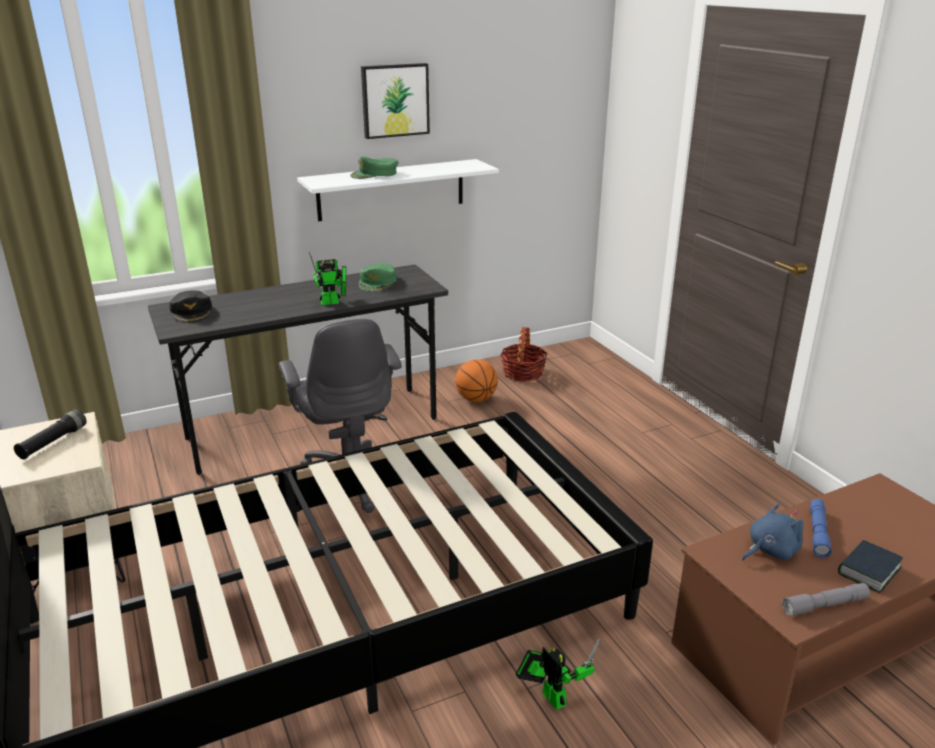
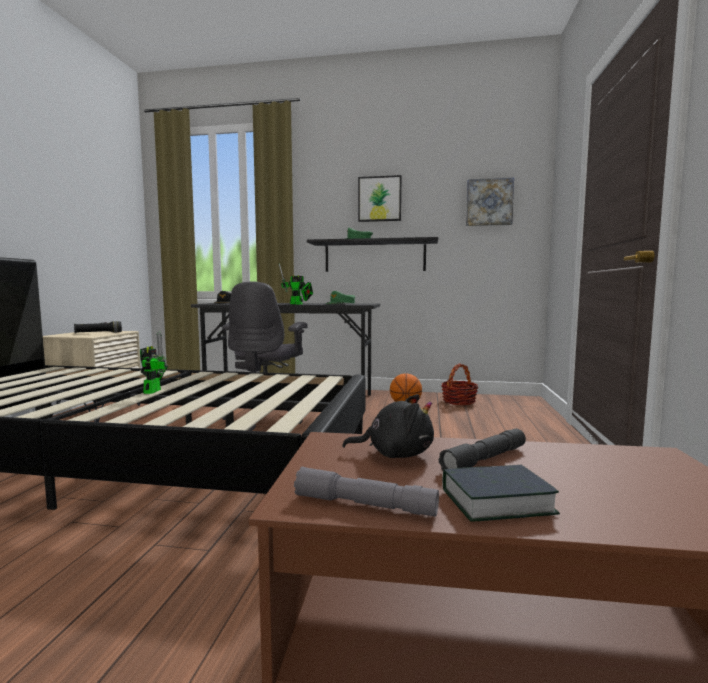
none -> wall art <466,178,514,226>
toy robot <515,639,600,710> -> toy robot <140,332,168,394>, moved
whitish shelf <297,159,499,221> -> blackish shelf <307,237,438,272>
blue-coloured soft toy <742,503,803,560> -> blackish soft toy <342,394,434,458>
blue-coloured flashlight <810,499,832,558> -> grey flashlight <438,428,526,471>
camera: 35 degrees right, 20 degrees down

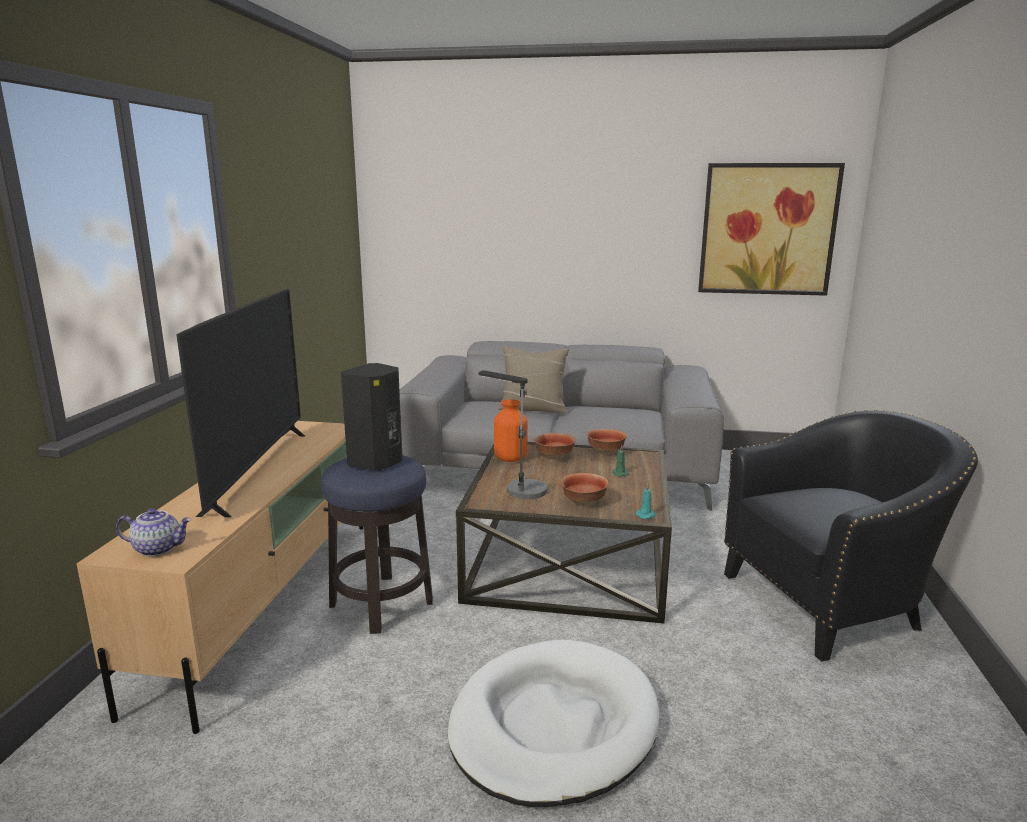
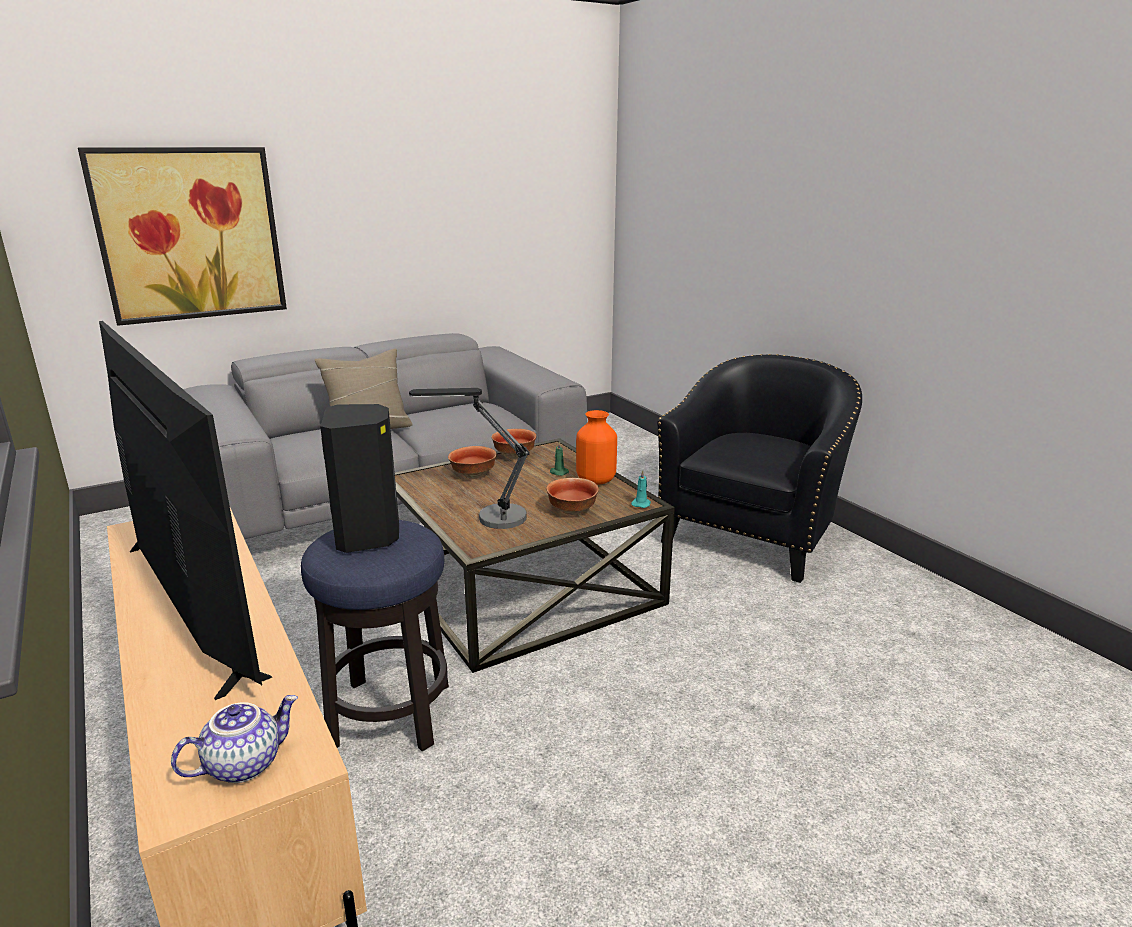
whitish dog cushion <448,640,659,807> -> none
orange flower vase <494,399,528,462> -> orange flower vase <576,410,617,485>, moved
wall art <698,163,845,296> -> wall art <78,147,287,326>, moved
camera: 40 degrees left, 5 degrees up

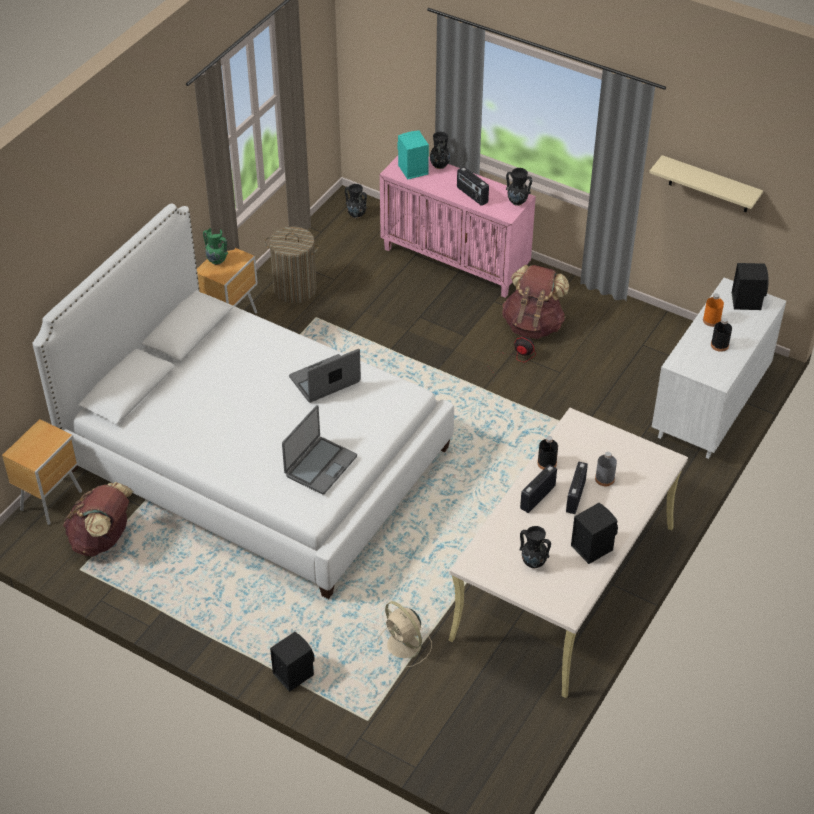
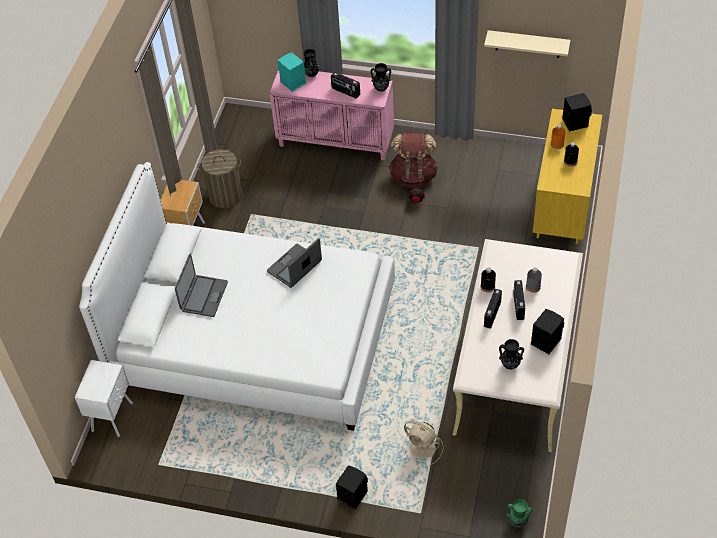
brown-coloured backpack <63,482,133,557> -> none
blackish flower vase <345,184,367,218> -> none
green flower vase <203,228,228,265> -> green flower vase <507,499,533,527>, moved
portable computer <282,405,357,495> -> portable computer <175,254,228,317>, moved
brown-coloured night table <2,419,82,525> -> whitish night table <74,360,133,437>
whitish drawer chest <652,278,786,459> -> yellowish drawer chest <533,109,602,244>
camera: 15 degrees left, 5 degrees up

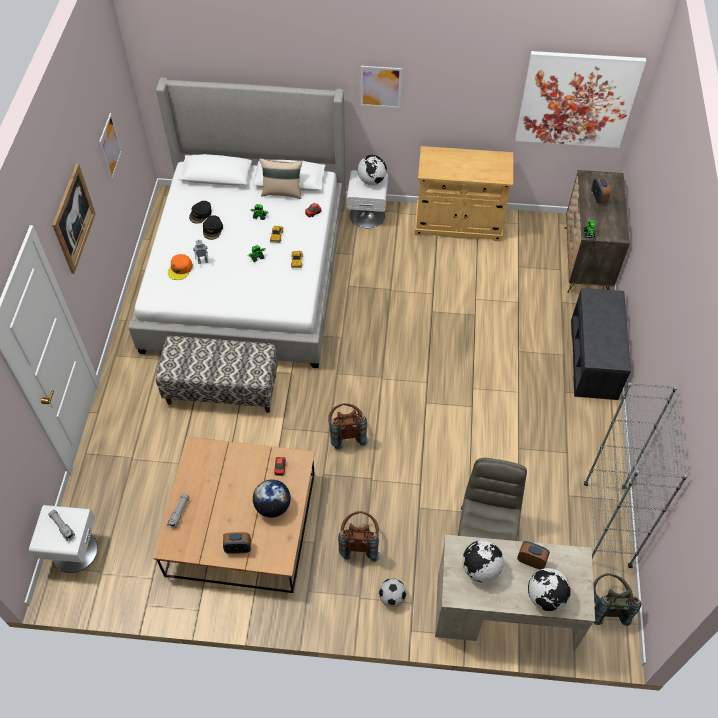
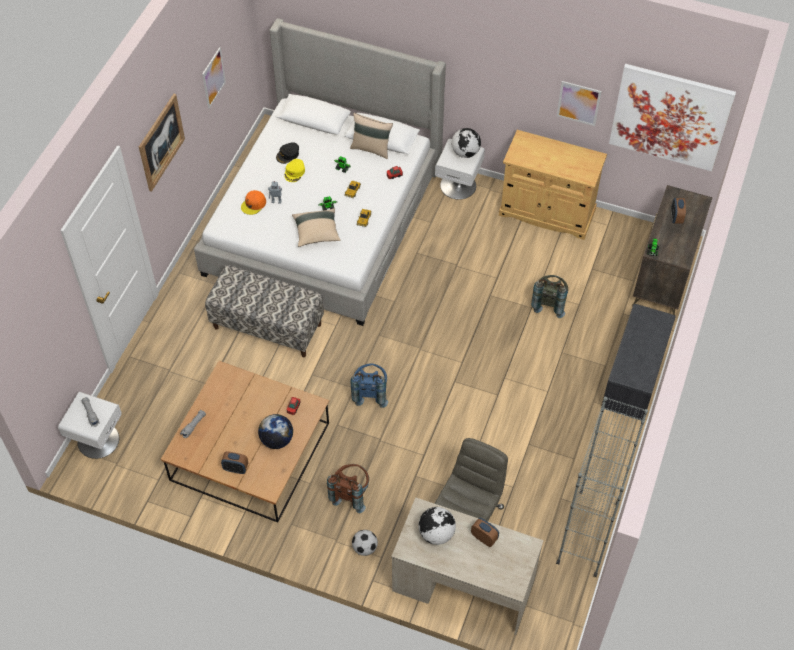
desk globe <528,568,571,611> -> none
none -> beige throw pillow <292,208,341,247>
wall art <361,66,402,108> -> wall art <557,81,602,126>, moved
grey backpack <593,573,641,626> -> grey backpack <531,275,568,318>, moved
blackish baseball cap <203,215,223,240> -> yellowish baseball cap <284,159,305,182>
brown-coloured backpack <328,403,369,450> -> blue-coloured backpack <351,364,388,408>
camera: 15 degrees right, 0 degrees up

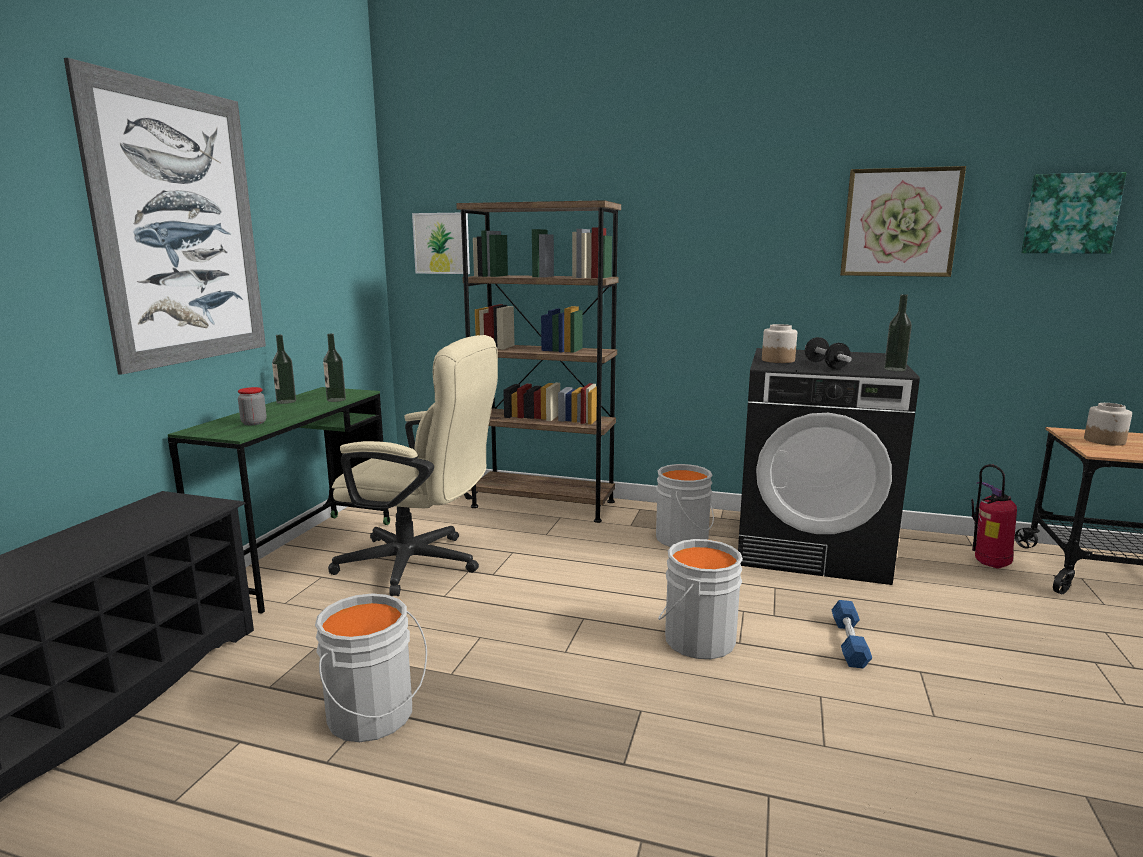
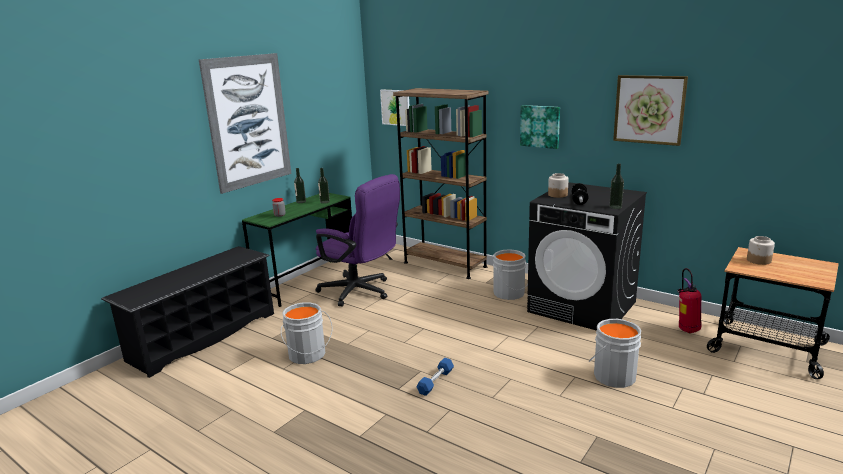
grey pail <658,539,743,659> -> grey pail <589,319,641,388>, moved
blue-coloured hand weight <832,600,872,669> -> blue-coloured hand weight <416,358,454,396>, moved
wall art <1021,172,1126,254> -> wall art <520,105,560,149>, moved
beige desk chair <328,335,498,596> -> purplish desk chair <315,174,400,307>
camera: 20 degrees right, 5 degrees up

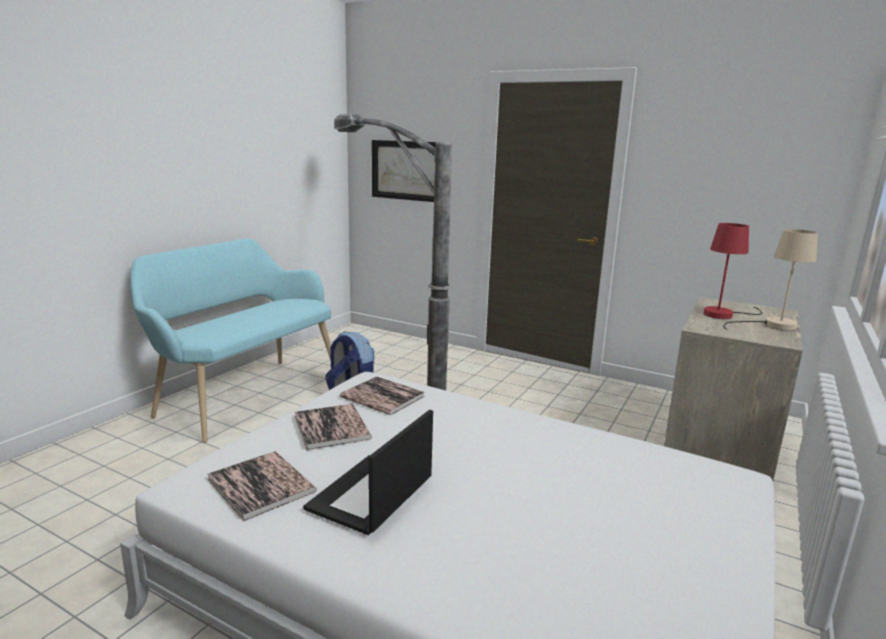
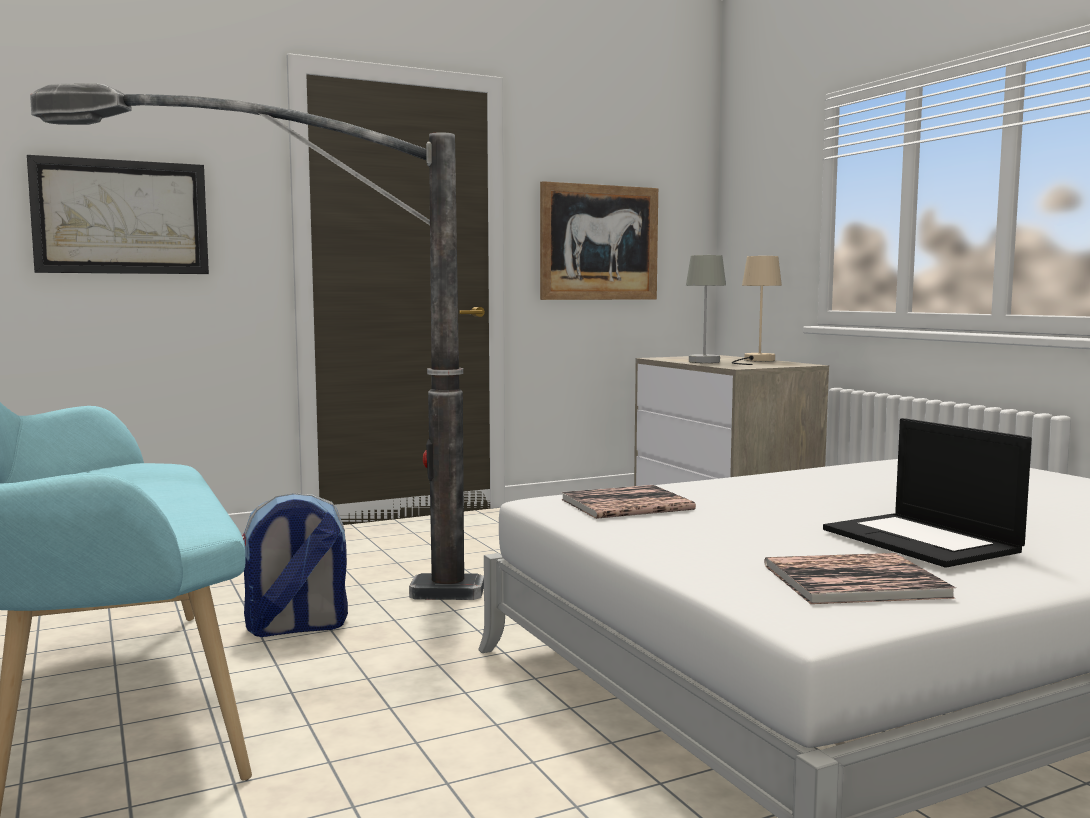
volume <295,404,372,450> -> none
none -> wall art <540,181,658,300>
red tabletop lamp <703,223,762,319> -> grey tabletop lamp <686,255,726,363>
camera: 55 degrees left, 10 degrees down

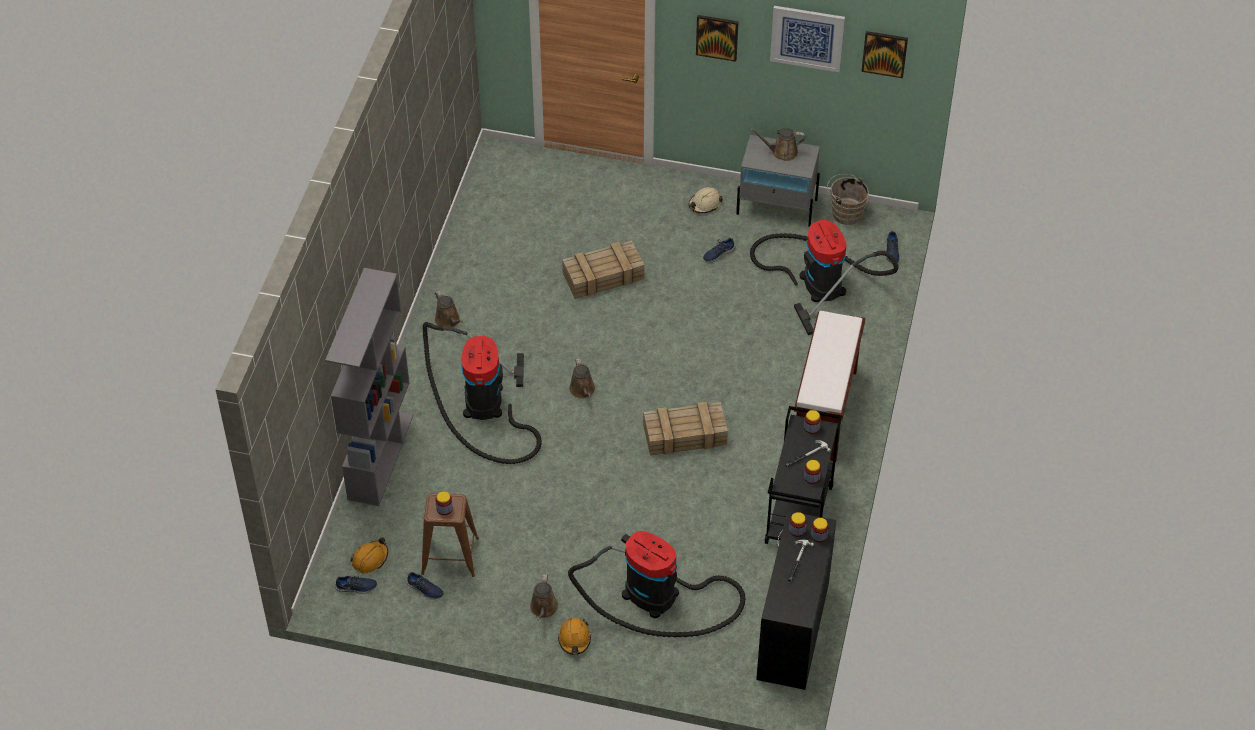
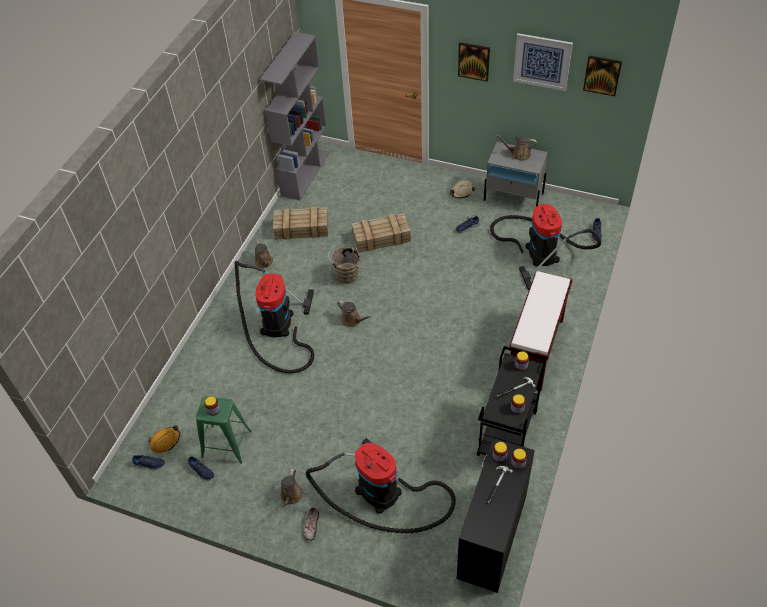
grey shelving unit <325,268,413,506> -> grey shelving unit <260,32,329,200>, moved
packing crate <644,402,728,455> -> packing crate <273,207,328,240>, moved
brown-coloured pail <827,174,869,225> -> brown-coloured pail <328,244,360,284>, moved
orange safety helmet <558,618,591,655> -> low shoe <303,507,319,541>
brown-coloured stool seat <421,493,479,577> -> green stool seat <196,396,252,464>
brown-coloured sprinkling can <569,358,595,399> -> brown-coloured sprinkling can <337,300,371,327>, 45 degrees counterclockwise
camera: 10 degrees right, 0 degrees up

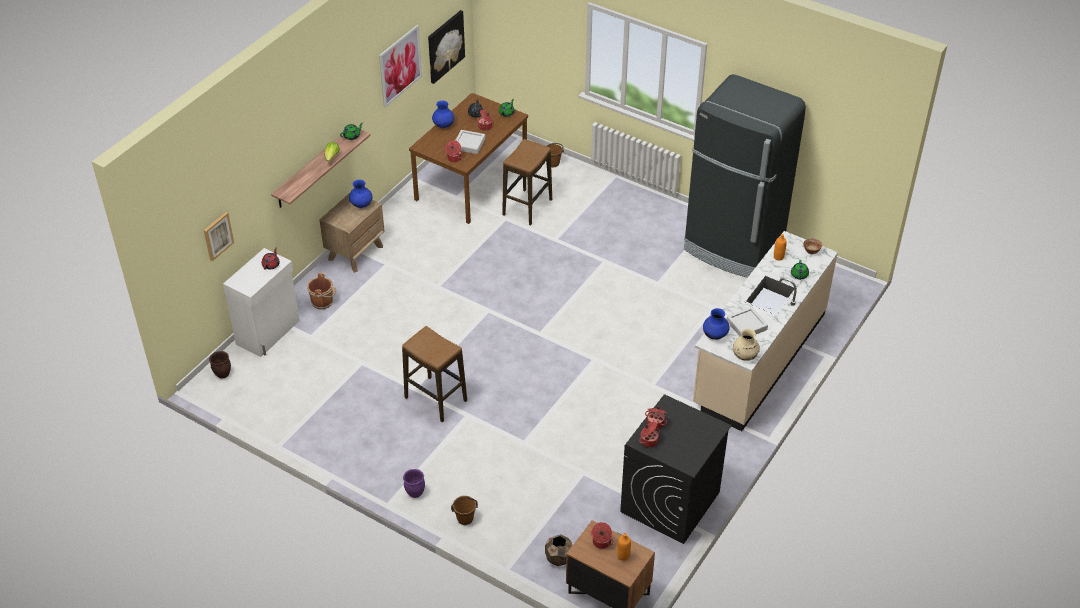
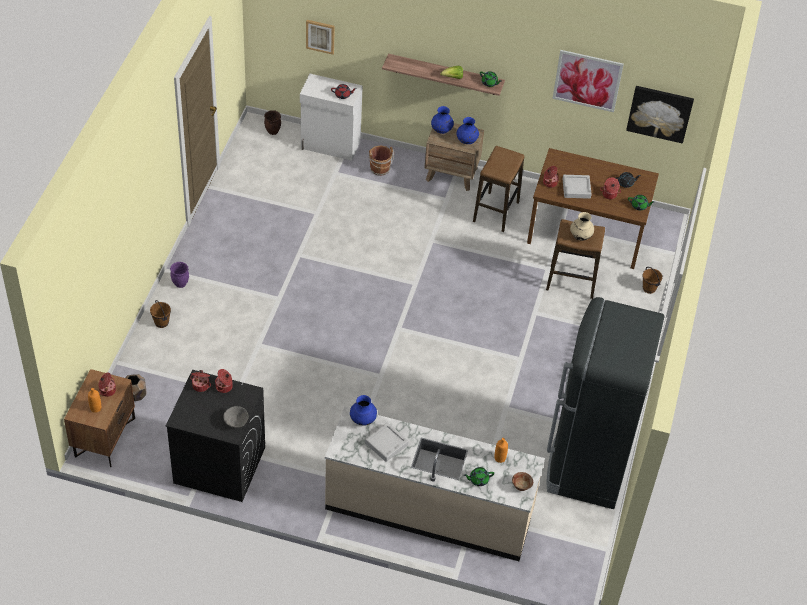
none -> grey serving bowl <223,406,249,428>
stool seat <402,326,467,422> -> stool seat <473,146,525,232>, moved
blue-coloured flower vase <432,101,454,128> -> blue-coloured flower vase <431,106,454,134>, moved
beige flower vase <733,329,760,361> -> beige flower vase <570,212,594,241>, moved
camera: 70 degrees right, 5 degrees up

